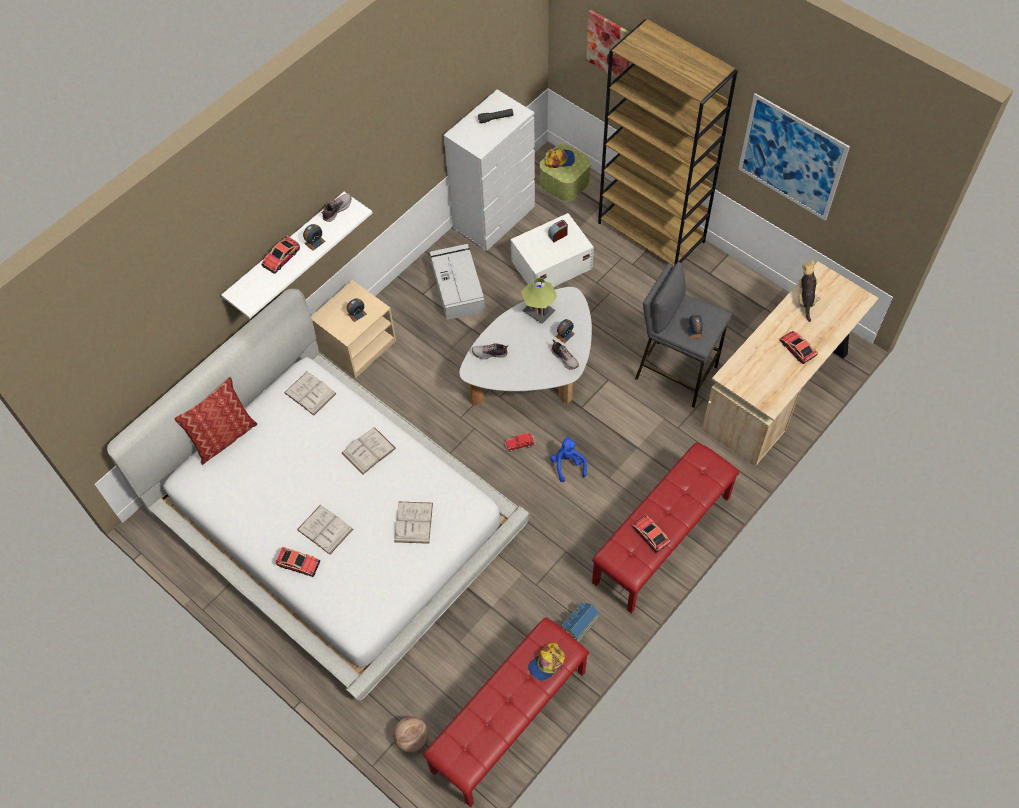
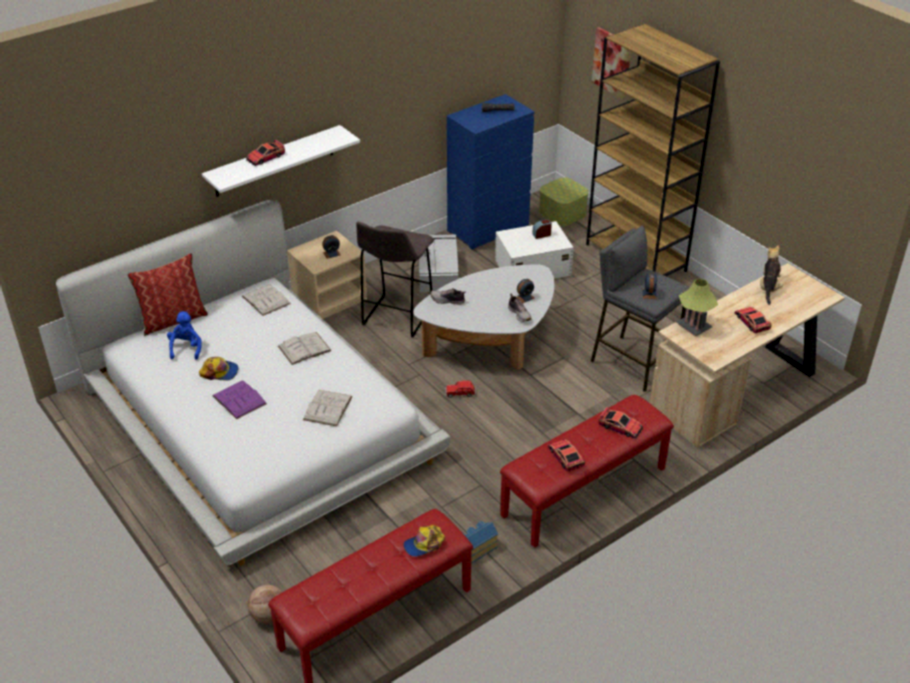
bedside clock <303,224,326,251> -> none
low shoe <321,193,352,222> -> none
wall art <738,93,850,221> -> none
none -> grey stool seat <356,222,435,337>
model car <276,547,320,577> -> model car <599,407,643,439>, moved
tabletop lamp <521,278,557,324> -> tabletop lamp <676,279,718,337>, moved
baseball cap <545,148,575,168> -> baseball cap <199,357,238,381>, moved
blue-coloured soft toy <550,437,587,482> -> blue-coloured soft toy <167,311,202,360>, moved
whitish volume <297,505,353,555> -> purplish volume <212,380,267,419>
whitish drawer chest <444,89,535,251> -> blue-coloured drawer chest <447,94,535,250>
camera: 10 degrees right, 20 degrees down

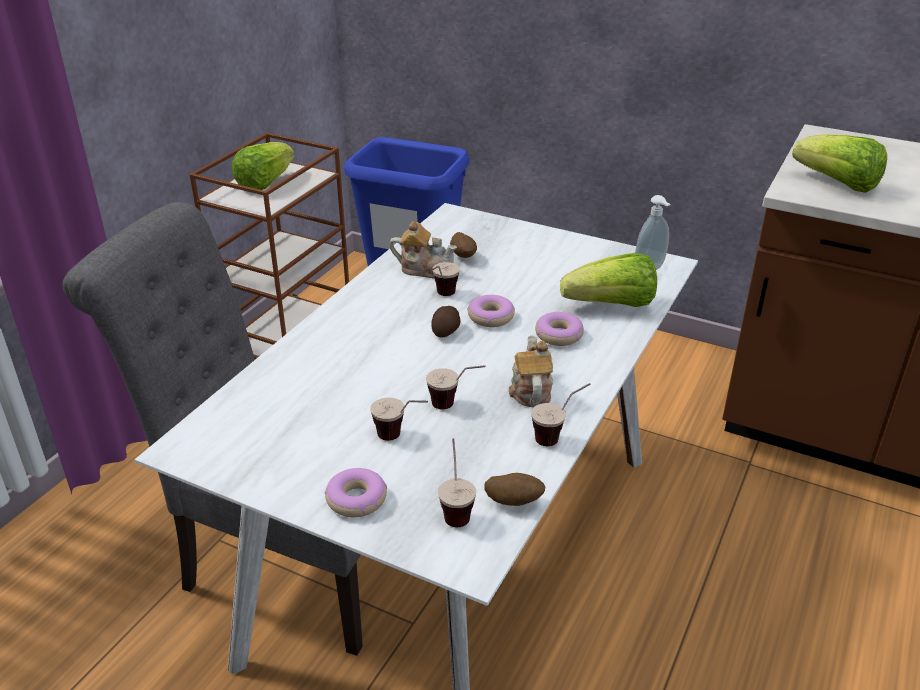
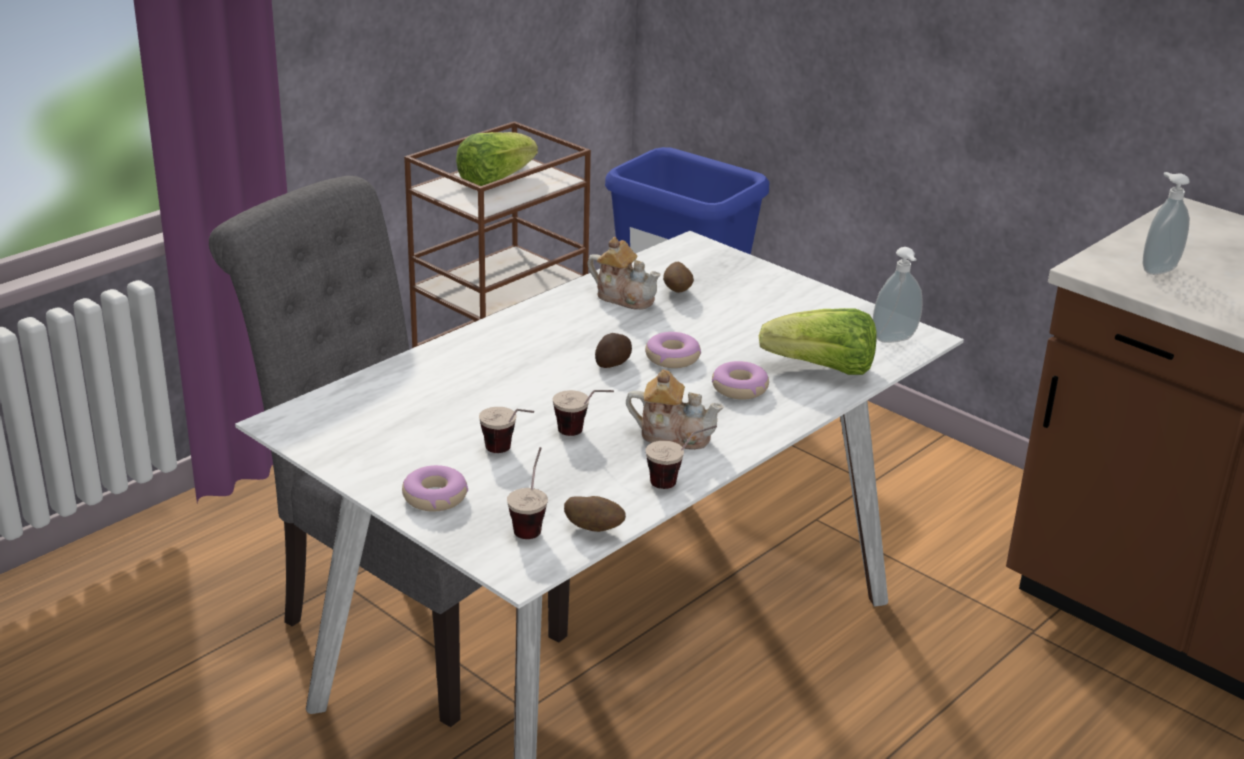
drinking cup <432,262,460,296> -> none
head of lettuce <792,134,887,193> -> soap bottle <1142,172,1190,275>
pot for tea <509,335,553,407> -> pot for tea <626,369,723,450>, 90 degrees clockwise
camera: 15 degrees right, 5 degrees down

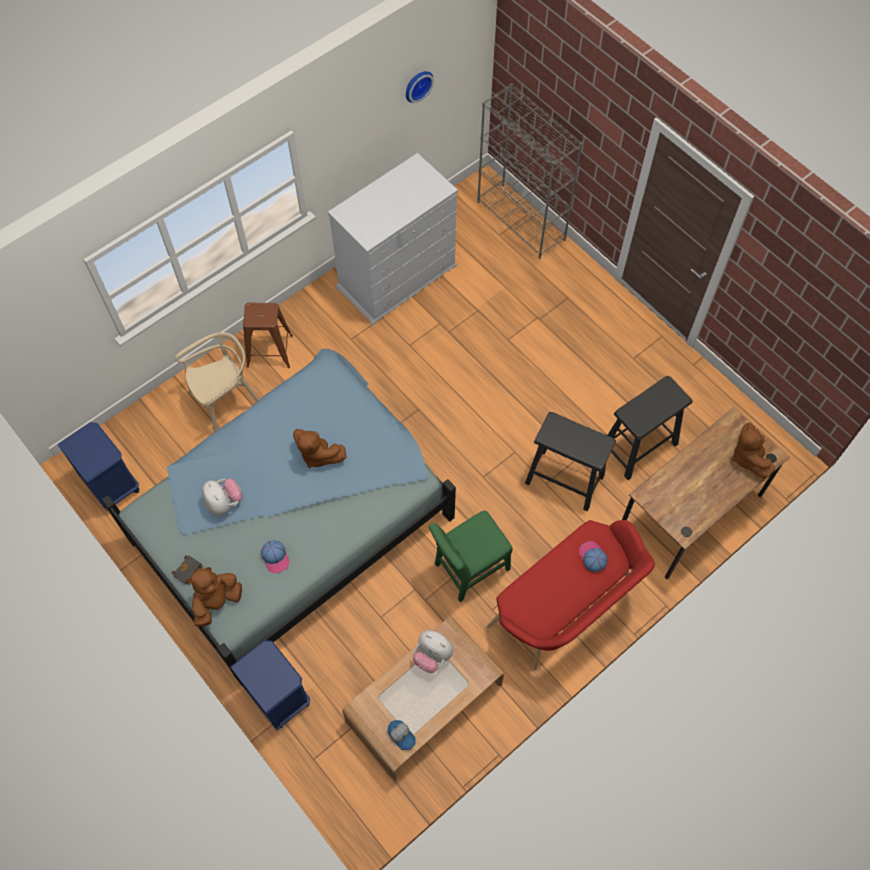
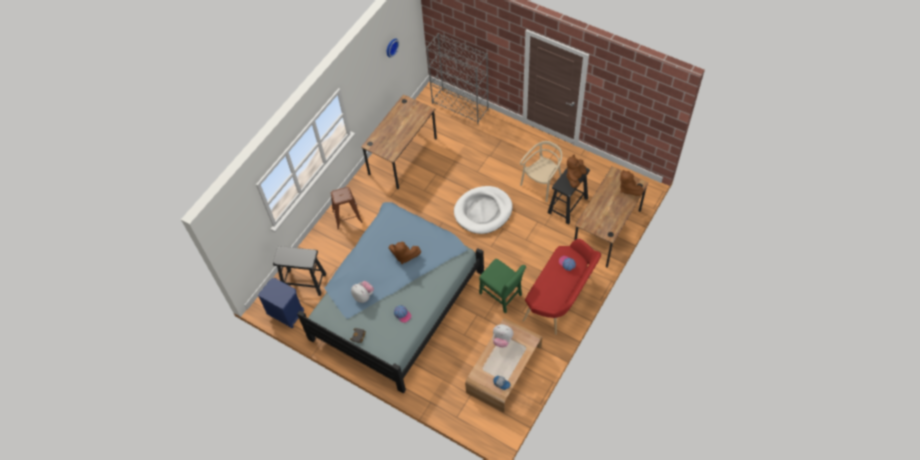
blue-coloured night table <231,640,310,730> -> none
none -> whitish dog cushion <454,186,513,234>
beige upright chair <175,332,259,432> -> beige upright chair <520,141,562,202>, moved
brown-coloured soft toy <187,567,242,627> -> brown-coloured soft toy <567,155,587,188>, moved
blackish stool seat <525,412,616,511> -> blackish stool seat <273,246,326,296>, moved
whitish drawer chest <328,153,458,325> -> brown-coloured desk unit <361,94,437,189>
green upright chair <429,510,512,602> -> green upright chair <479,259,526,314>, 90 degrees counterclockwise
camera: 15 degrees left, 5 degrees down

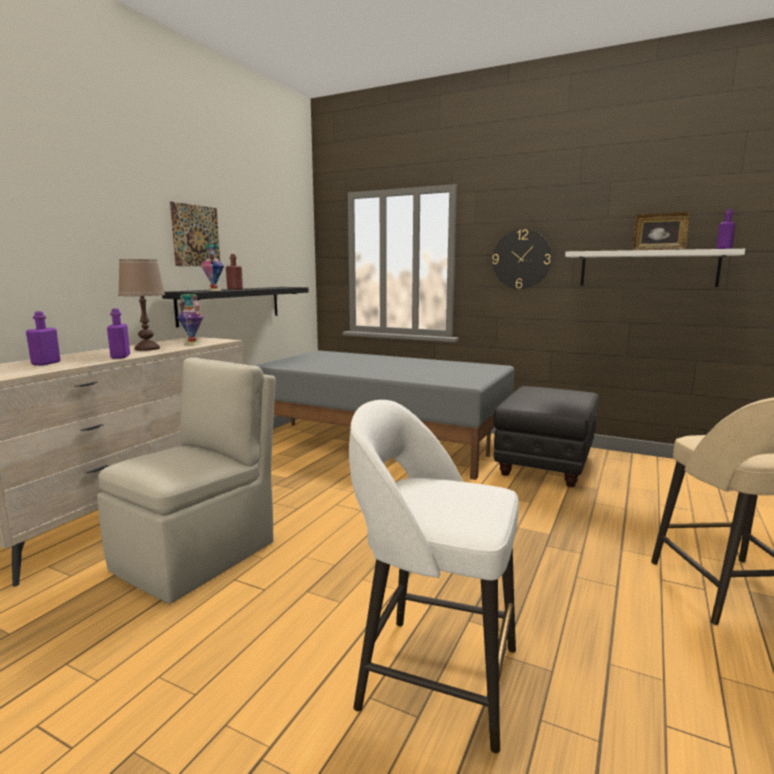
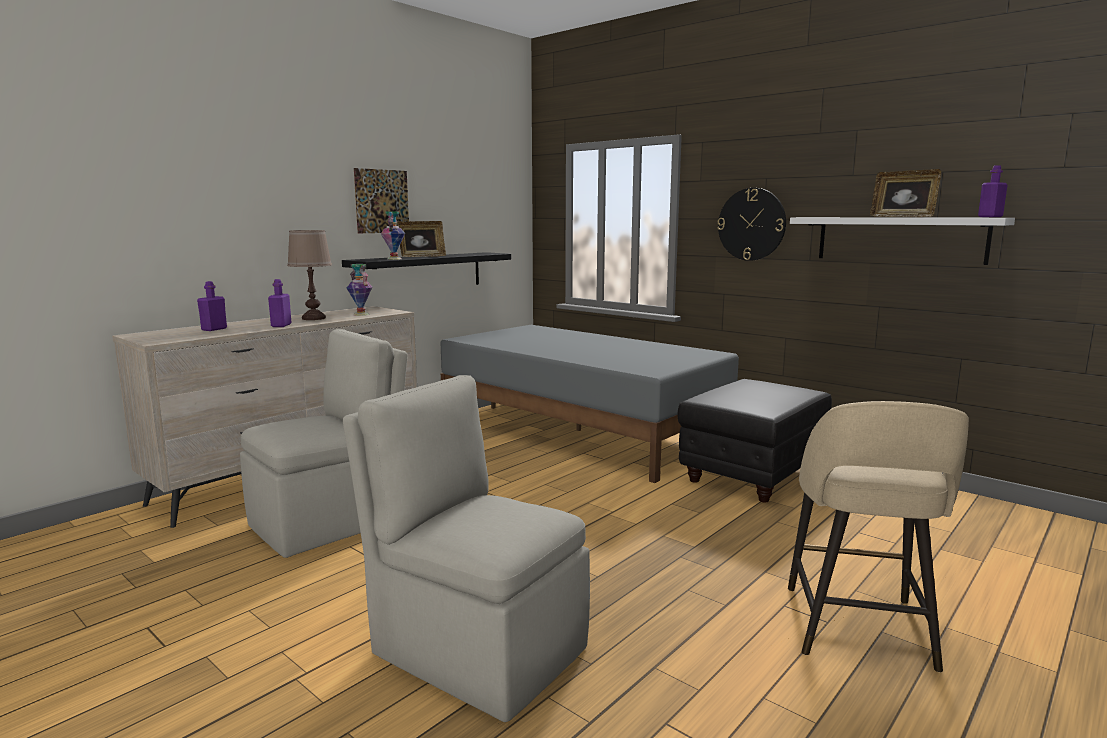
red drink bottle <226,254,243,289> -> picture frame <398,221,446,257>
whitish stool seat <349,400,519,753> -> beige upright chair <343,375,590,722>
camera: 15 degrees right, 0 degrees up

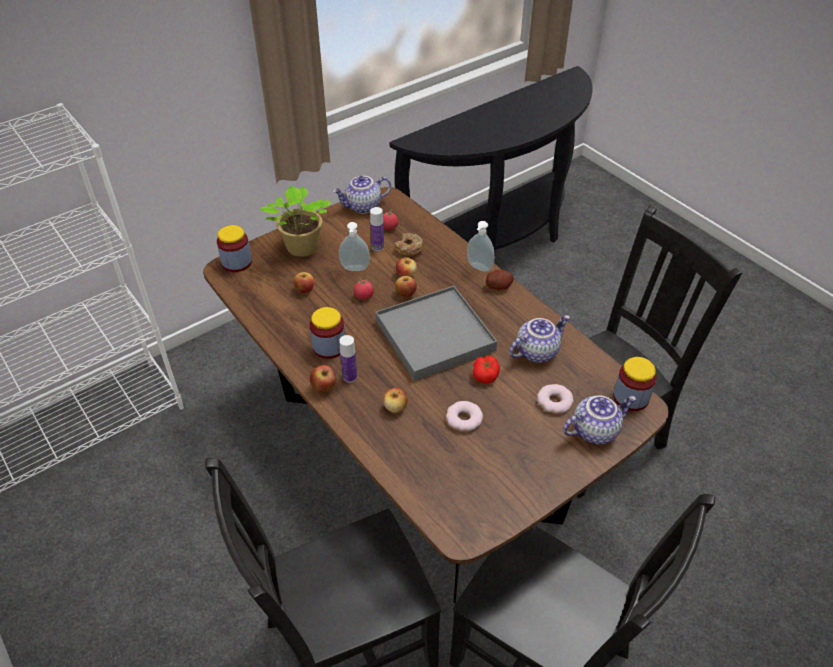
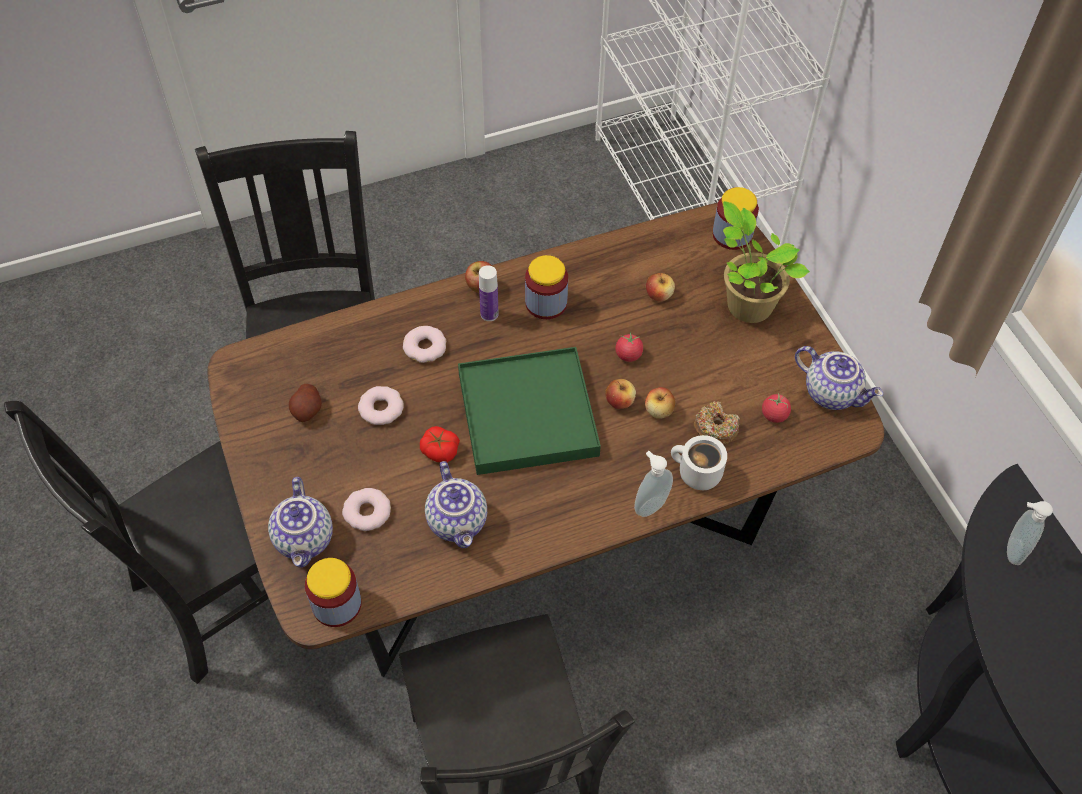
drink bottle <370,207,384,251> -> none
none -> whitish mug <671,435,727,490>
soap bottle <339,222,370,271> -> soap bottle <1007,501,1053,565>, moved
whole potato <486,270,514,290> -> whole potato <289,384,322,422>, moved
apple <383,387,408,413> -> doughnut <403,326,446,363>
grey serving tray <376,286,497,381> -> green serving tray <458,347,601,475>
pot for tea <333,176,391,214> -> pot for tea <795,346,883,410>, 135 degrees clockwise
camera: 105 degrees right, 10 degrees up

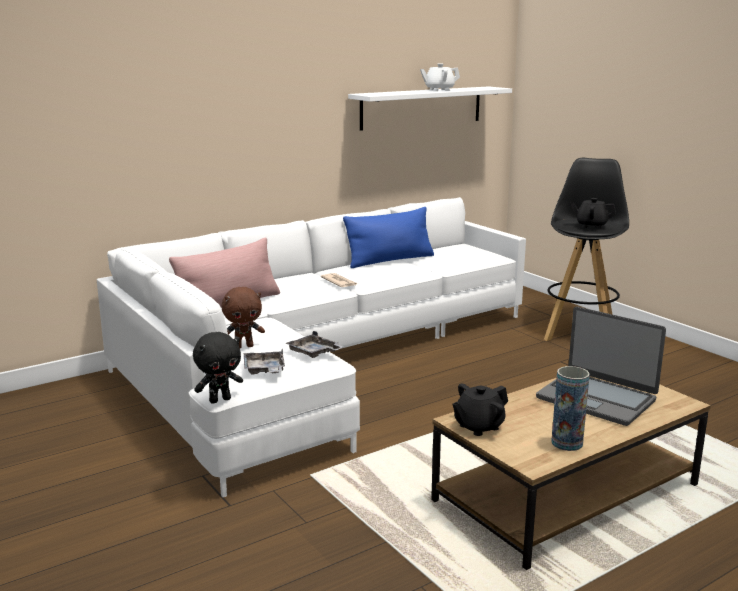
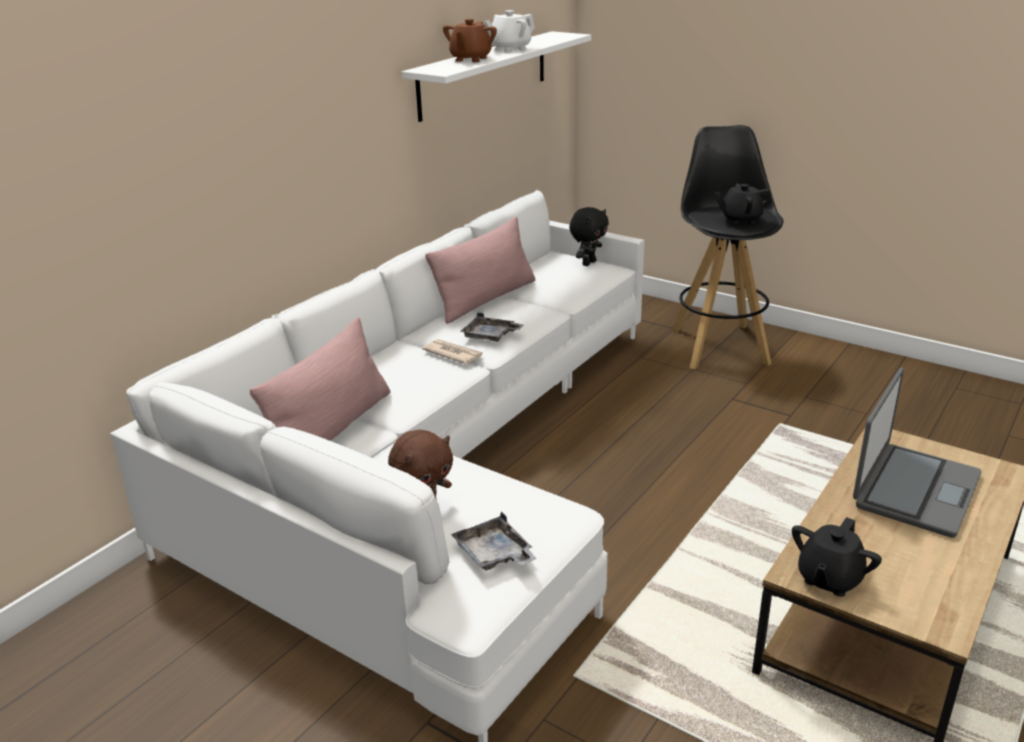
flower vase <551,366,590,451> -> none
none -> brown-coloured pot for tea <443,19,497,62>
blackish soft toy <193,332,243,404> -> blackish soft toy <569,207,609,266>, moved
grey serving tray <285,331,343,358> -> grey serving tray <460,312,524,342>, moved
blue-coloured throw pillow <343,207,434,268> -> pinkish throw pillow <425,217,535,324>
portable computer <536,306,666,426> -> portable computer <853,367,982,538>, 75 degrees counterclockwise
camera: 20 degrees left, 10 degrees up

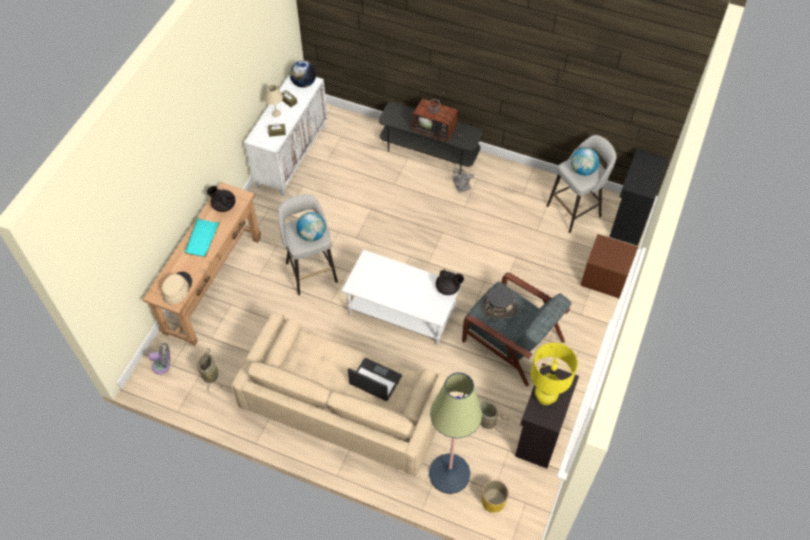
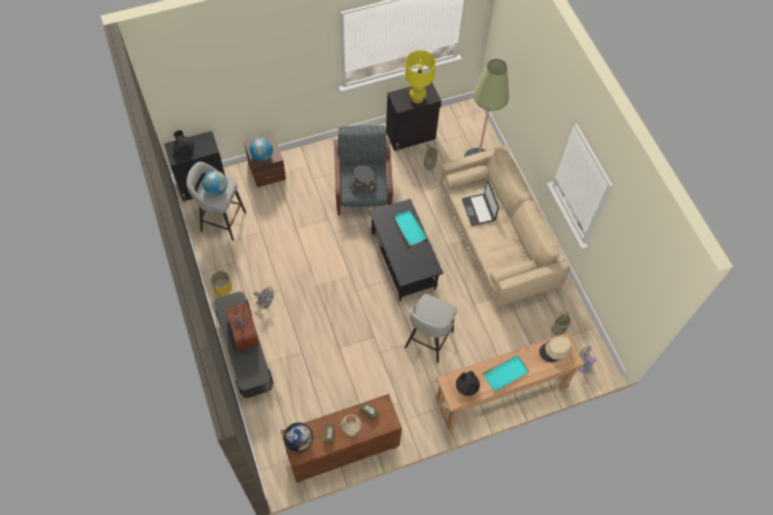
none -> turquoise serving tray <394,209,427,245>
desk globe <296,212,326,241> -> desk globe <249,138,273,161>, moved
blackish pot for tea <436,270,464,295> -> blackish pot for tea <173,130,195,156>, moved
yellowish flower pot <482,480,509,513> -> yellowish flower pot <210,271,232,296>, moved
whitish storage cabinet <244,74,328,196> -> brown-coloured storage cabinet <281,394,402,483>
whitish coffee table <342,250,462,346> -> blackish coffee table <369,199,443,301>
camera: 135 degrees left, 5 degrees up

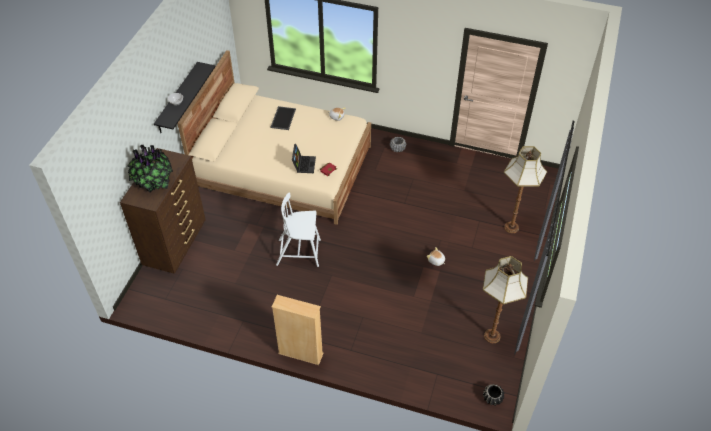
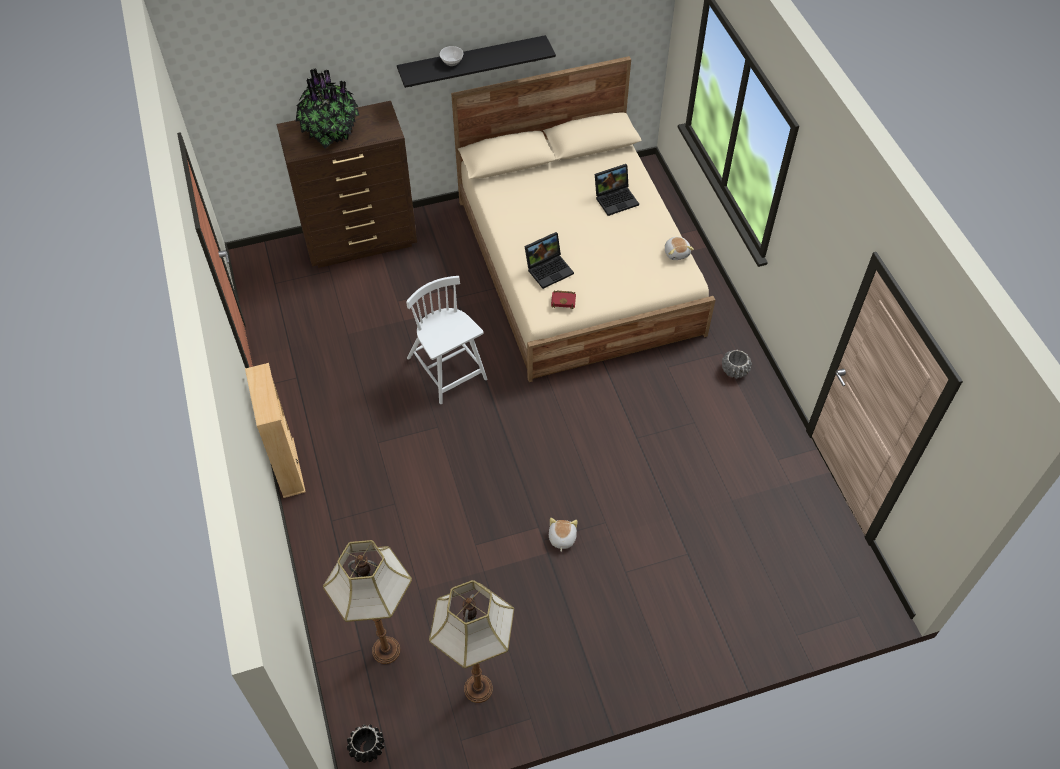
standard lamp <504,146,547,233> -> standard lamp <323,540,412,664>, moved
serving tray <271,106,296,130> -> portable computer <595,164,639,216>
camera: 55 degrees right, 5 degrees up

